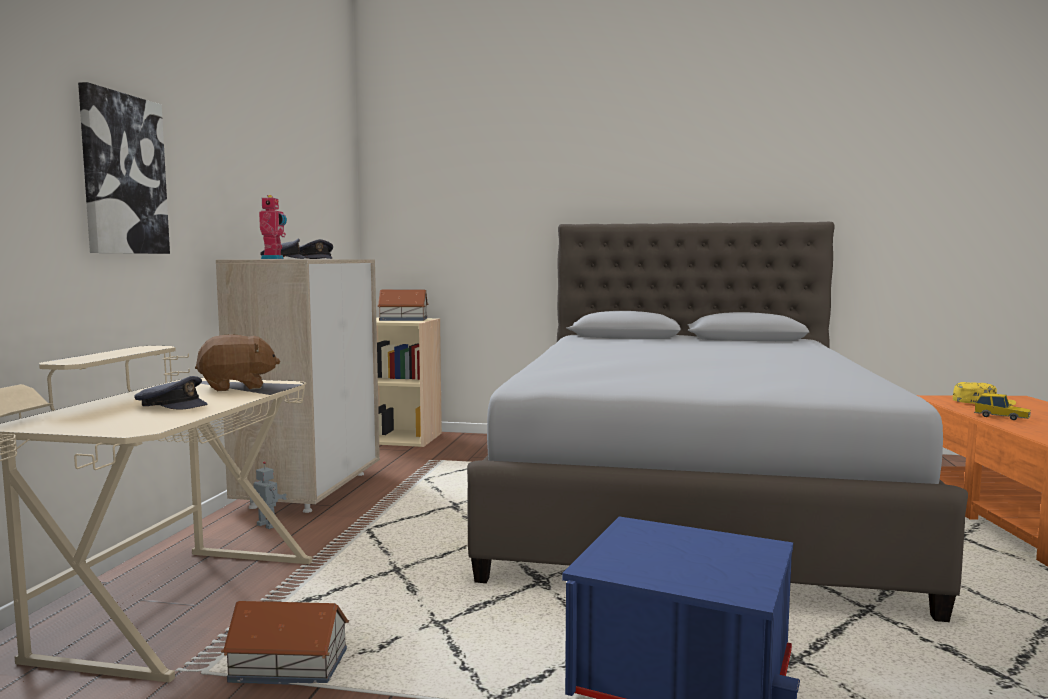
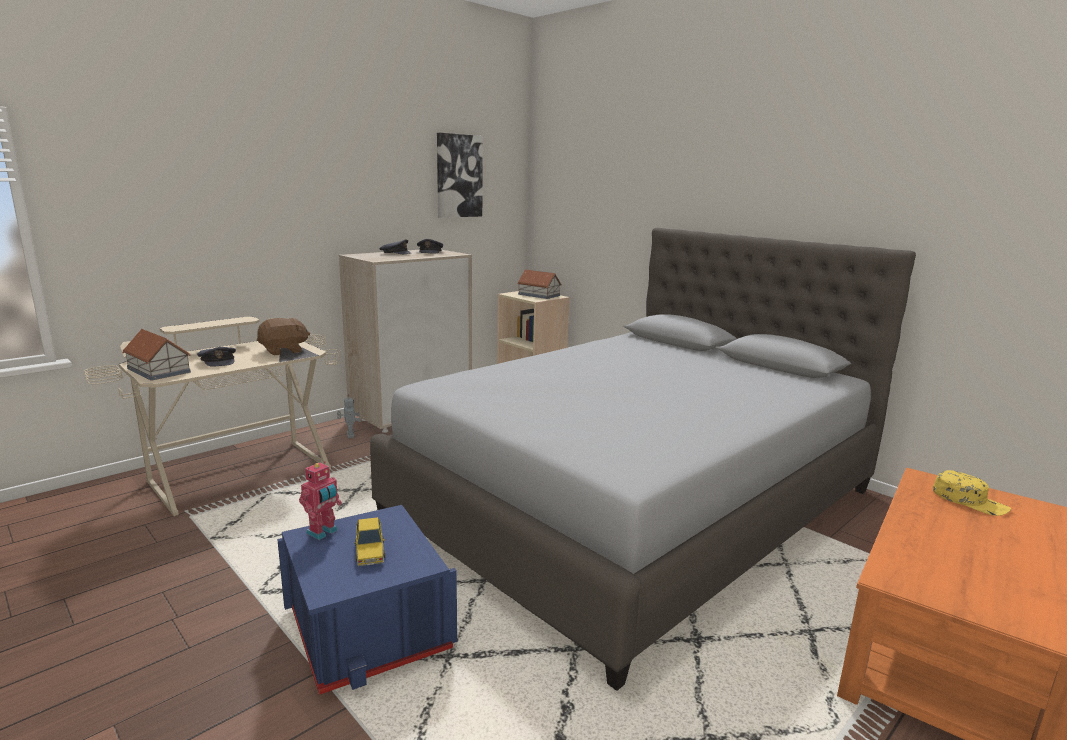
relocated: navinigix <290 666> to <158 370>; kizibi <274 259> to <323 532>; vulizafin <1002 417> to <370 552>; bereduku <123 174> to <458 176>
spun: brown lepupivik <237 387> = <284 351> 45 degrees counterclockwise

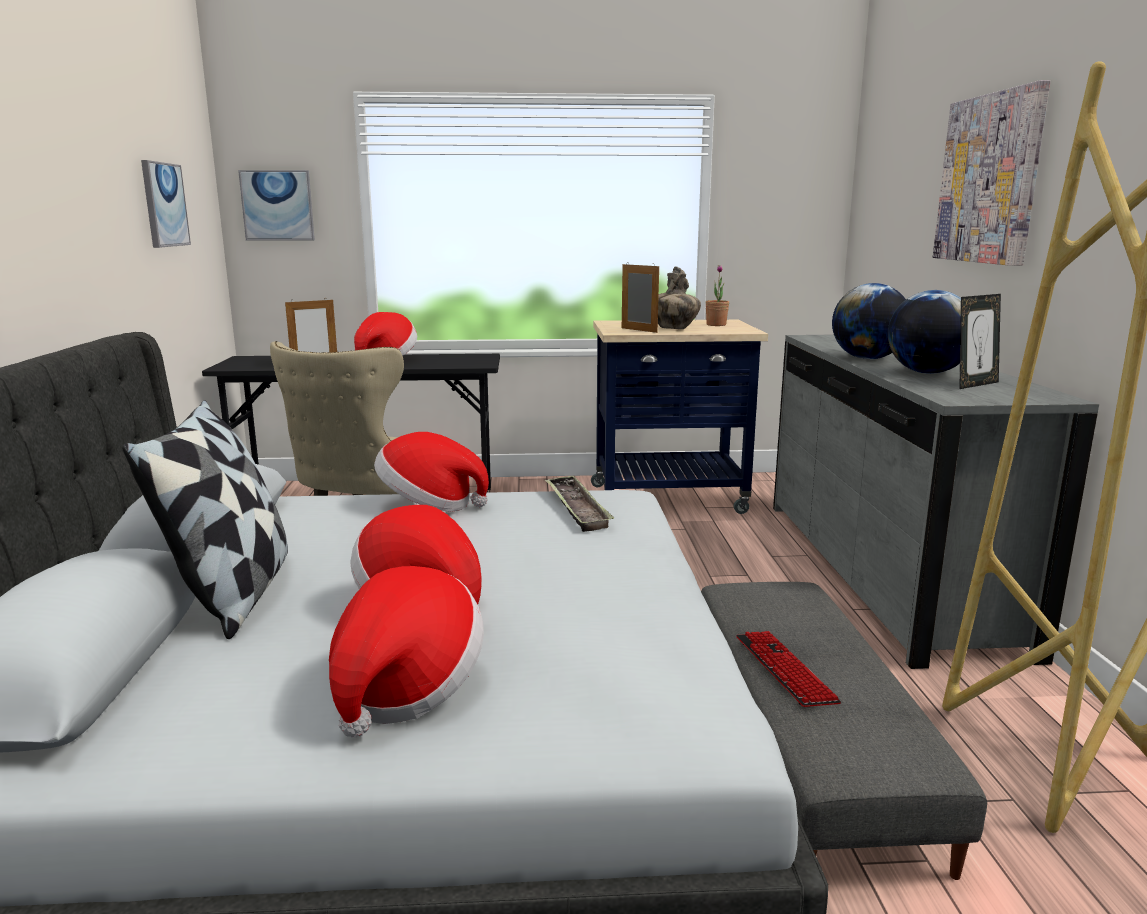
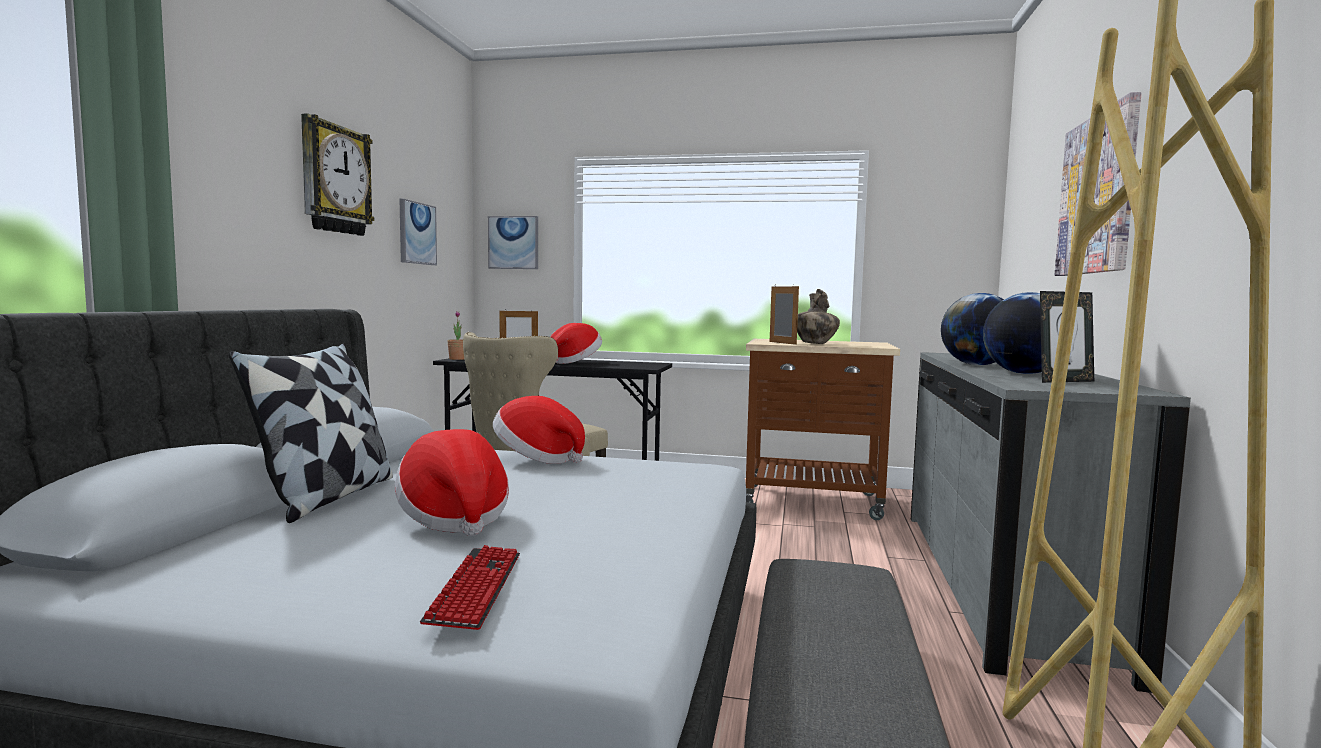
missing: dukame <405 688>; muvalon <577 508>
appeared: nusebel <334 179>
relocated: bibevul <784 670> to <476 588>; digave <716 325> to <457 359>
colour: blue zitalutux <668 499> to brown zitalutux <812 502>

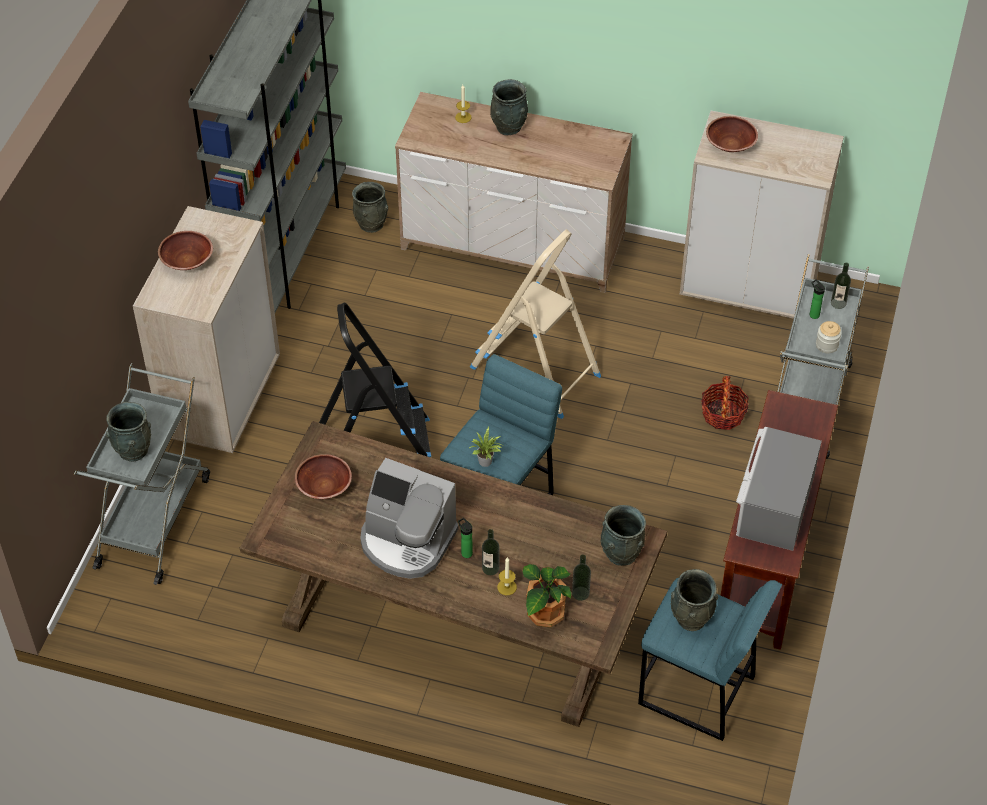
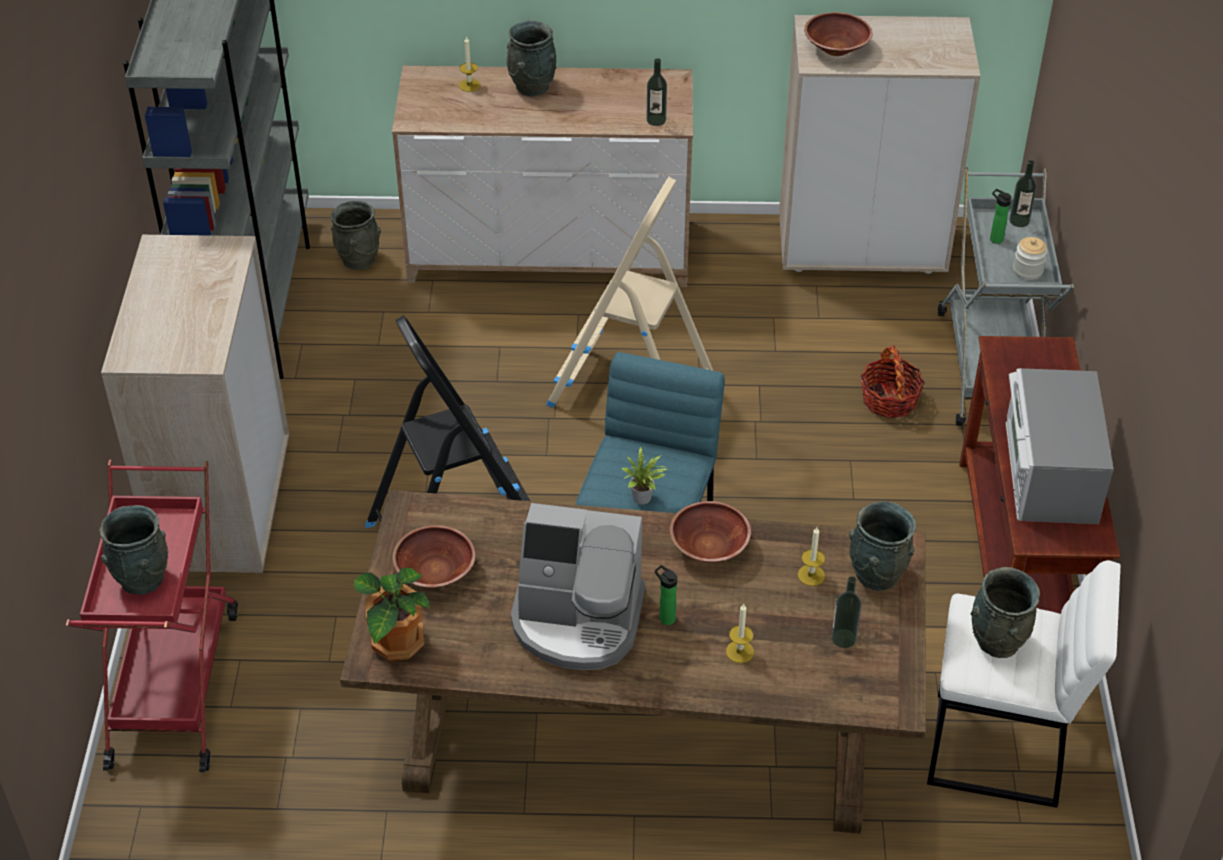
appeared: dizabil <811 575>
relocated: digave <544 614> to <396 643>; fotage <490 568> to <656 120>; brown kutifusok <187 261> to <709 547>
colour: grey zitalutux <155 521> to red zitalutux <176 687>; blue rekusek <699 691> to white rekusek <1000 749>

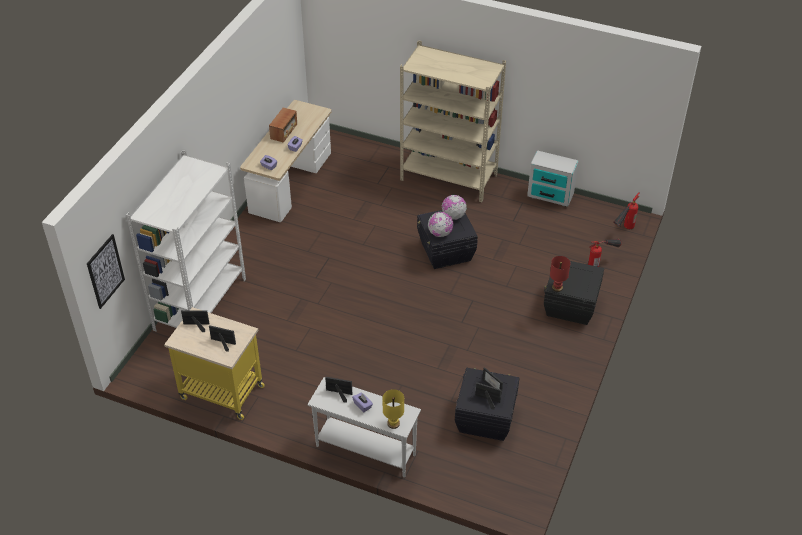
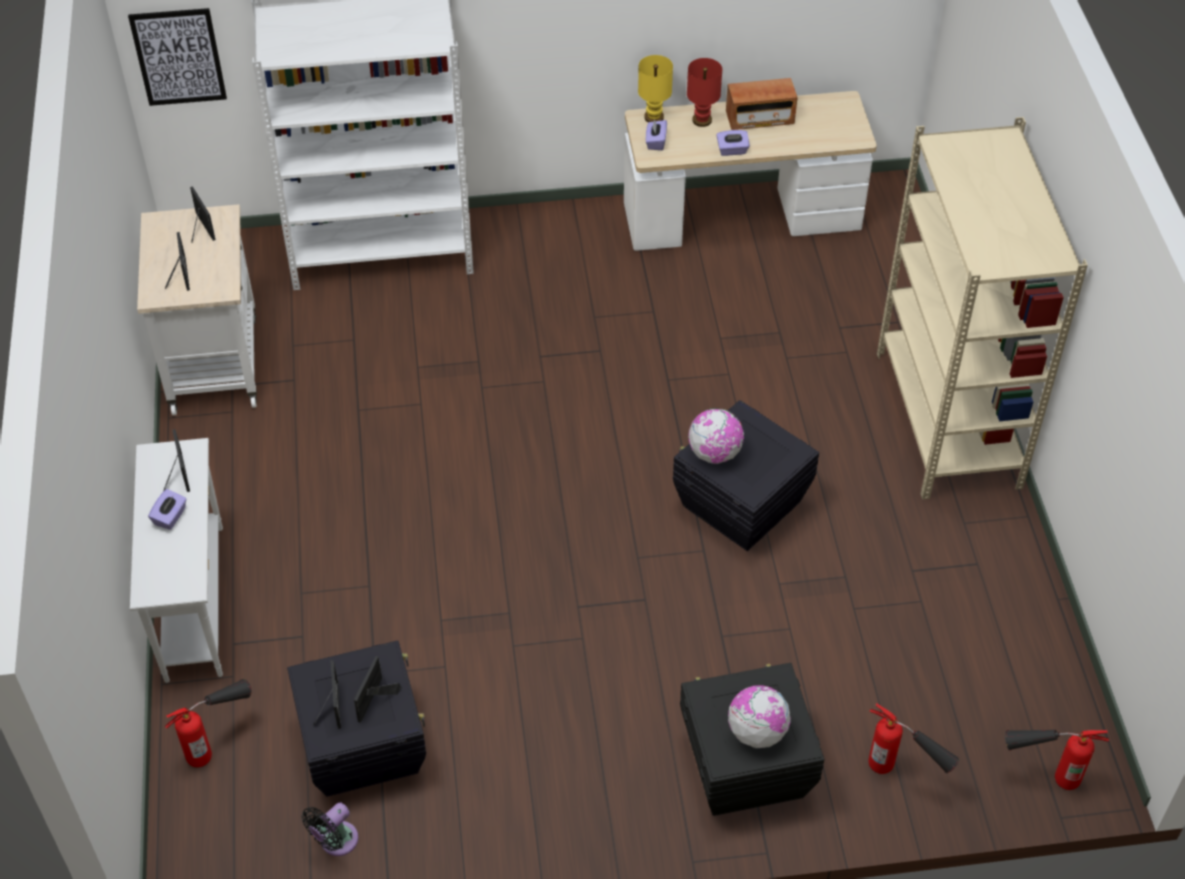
missing: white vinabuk <550 198>
appeared: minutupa <218 741>; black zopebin <335 842>
relocated: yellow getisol <393 423> to <654 117>; red getisol <557 287> to <701 120>; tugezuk <453 216> to <757 732>
colour: yellow zitalutux <221 392> to white zitalutux <214 364>

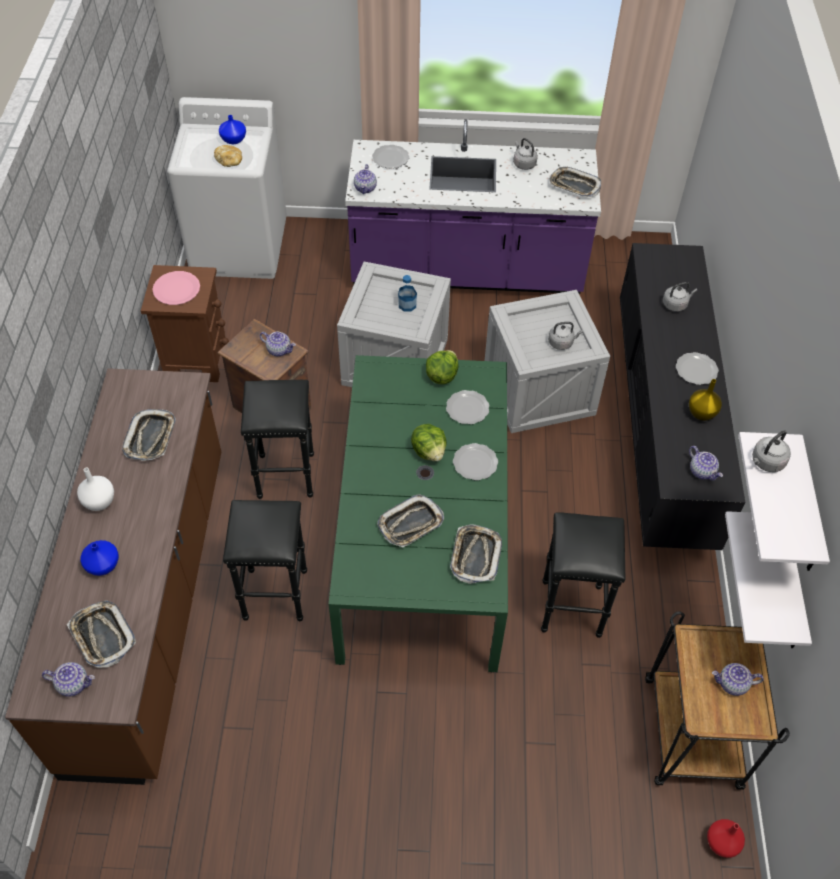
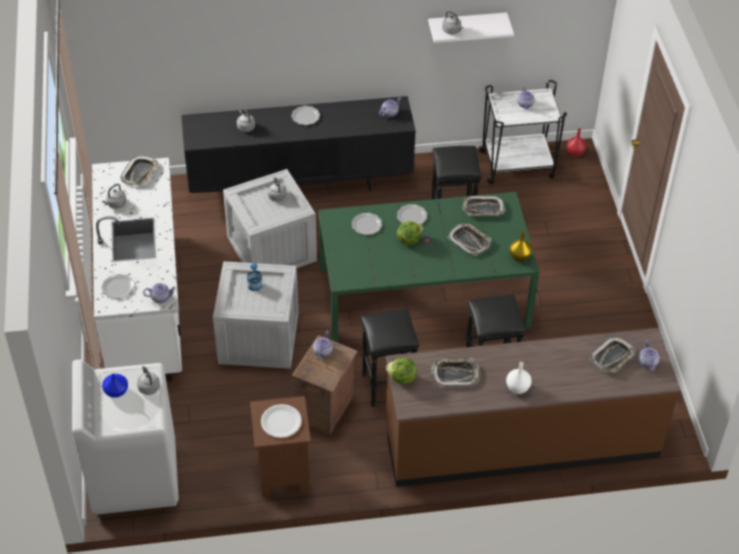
missing: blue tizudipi <102 565>; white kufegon <791 588>
relocated: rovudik <441 376> to <402 378>; yellow tizudipi <701 413> to <519 257>
exchanged: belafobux <229 161> to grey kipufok <148 387>
colour: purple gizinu <467 270> to white gizinu <145 305>; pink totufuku <176 289> to white totufuku <281 422>; brown zitalutux <691 734> to white zitalutux <518 164>

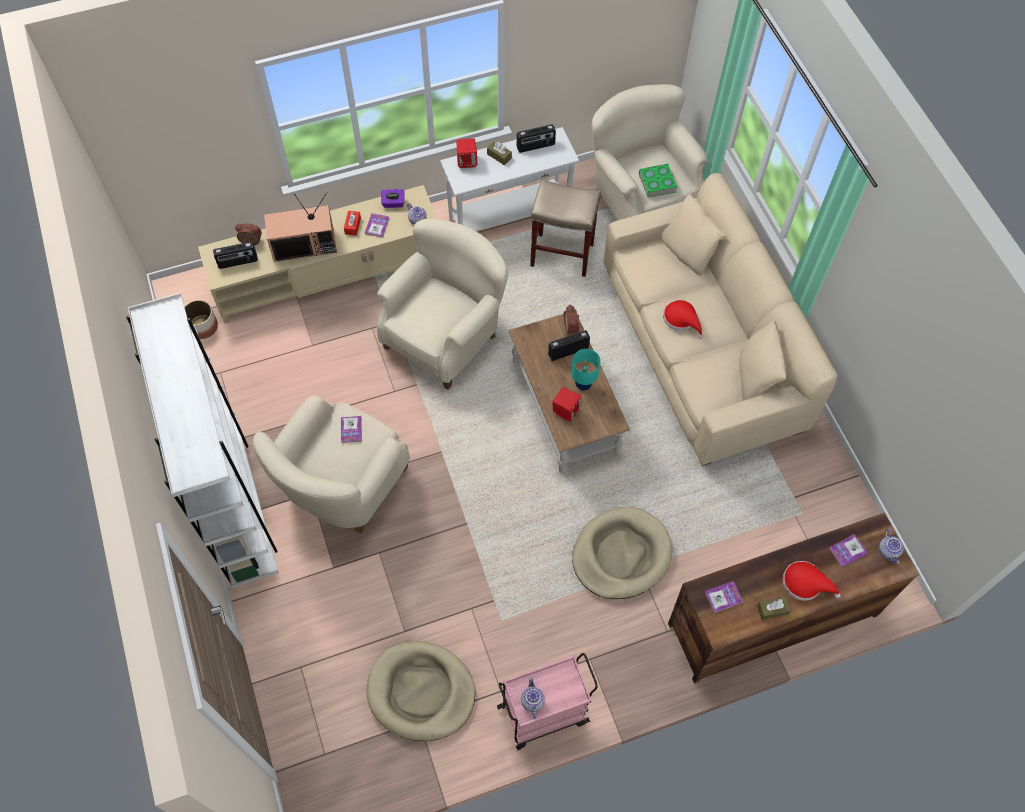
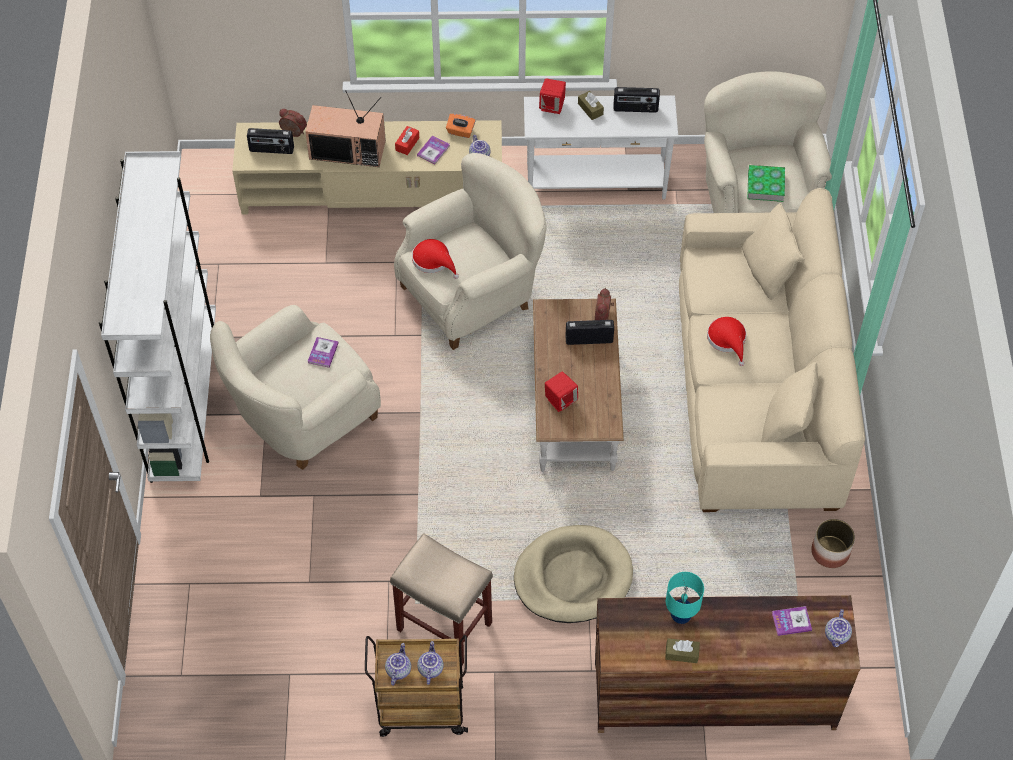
missing: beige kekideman <421 692>; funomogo <723 597>
appeared: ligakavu <430 668>
relocated: beige rekusek <561 255> to <443 626>; red dukame <805 583> to <434 261>; turquoise getisol <583 385> to <681 617>; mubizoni <203 327> to <830 552>
colour: pink zitalutux <542 715> to brown zitalutux <420 711>; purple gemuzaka <393 203> to orange gemuzaka <460 131>

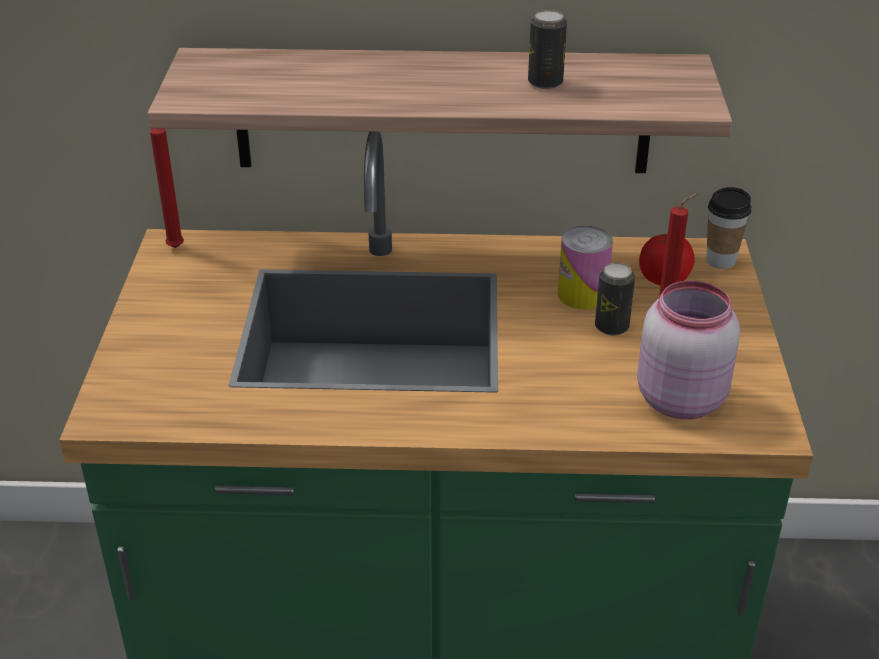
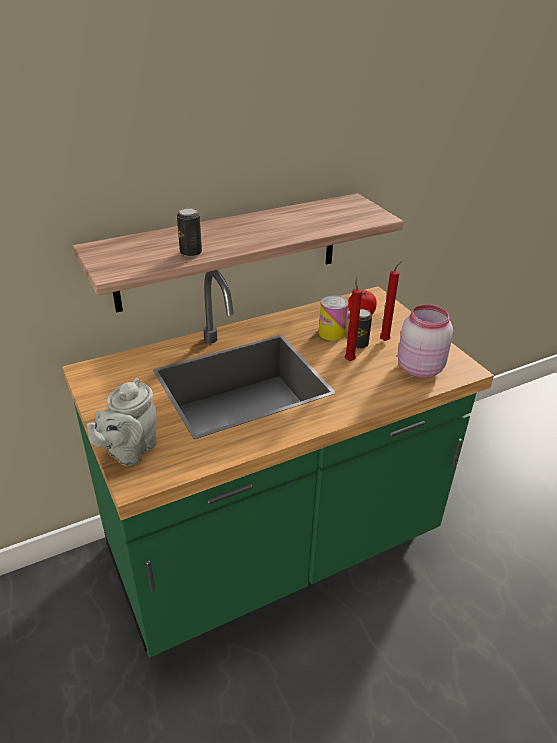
missing: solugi <720 260>
appeared: grey ligakavu <129 450>
relocated: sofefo <545 82> to <191 252>; red dizabil <177 246> to <349 360>

